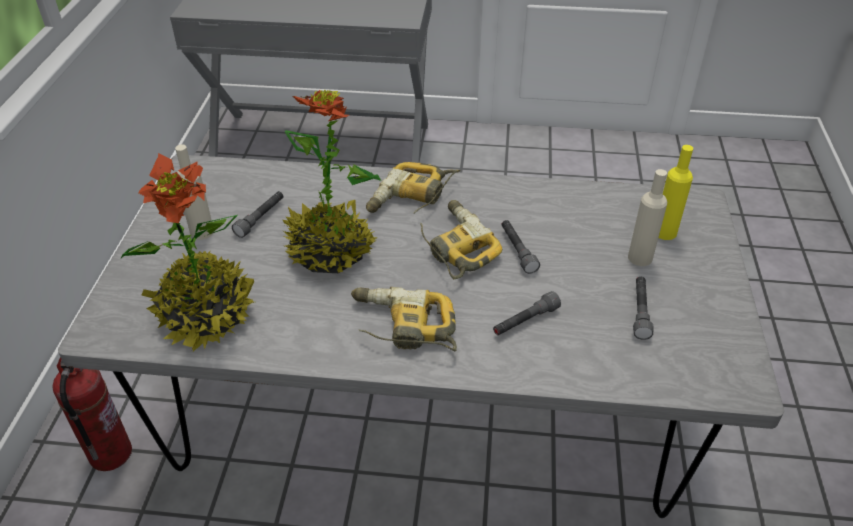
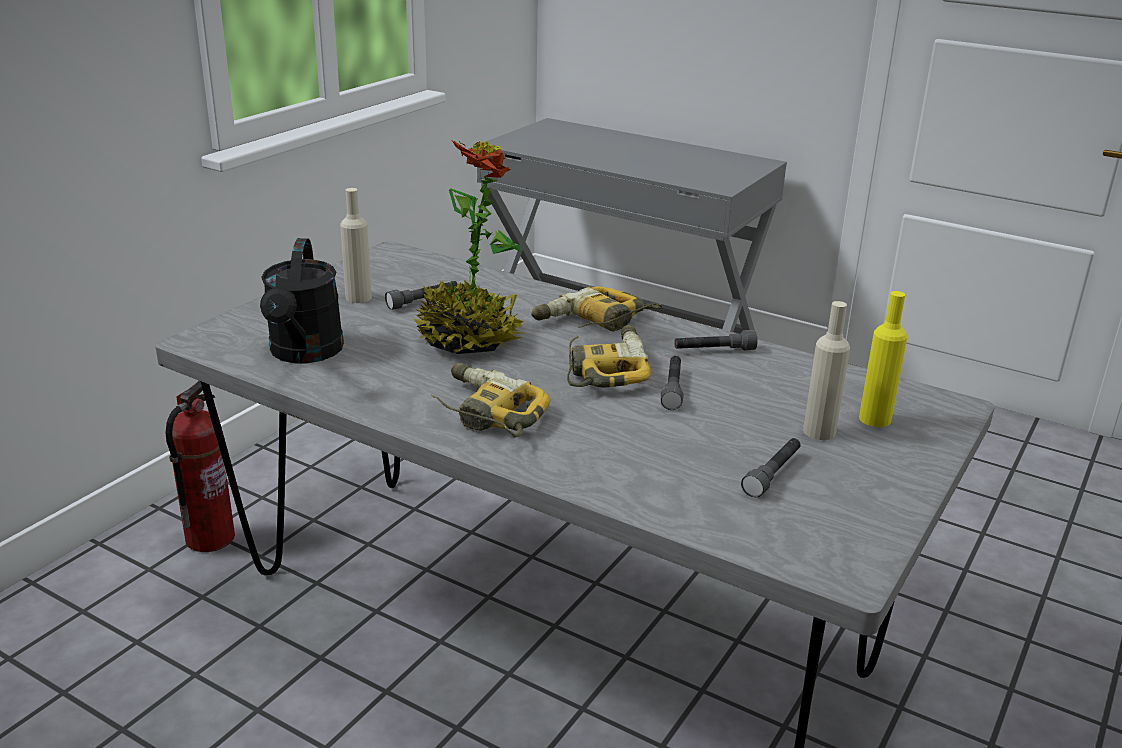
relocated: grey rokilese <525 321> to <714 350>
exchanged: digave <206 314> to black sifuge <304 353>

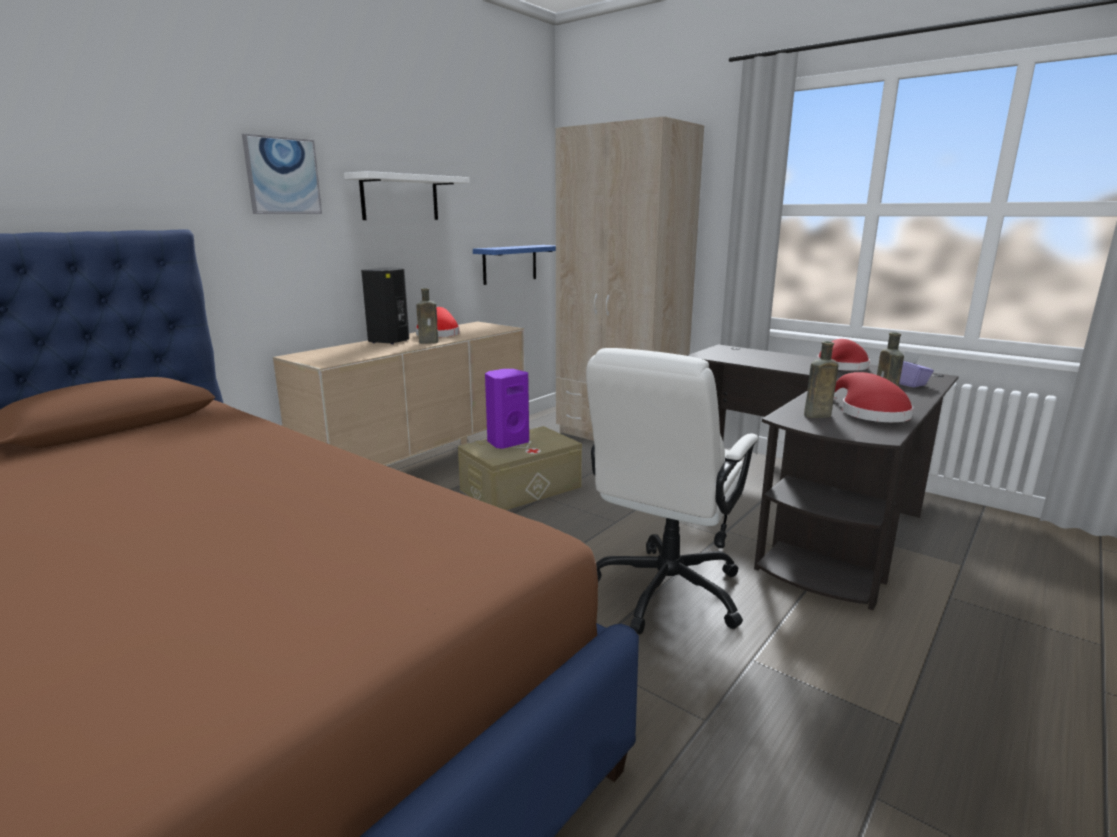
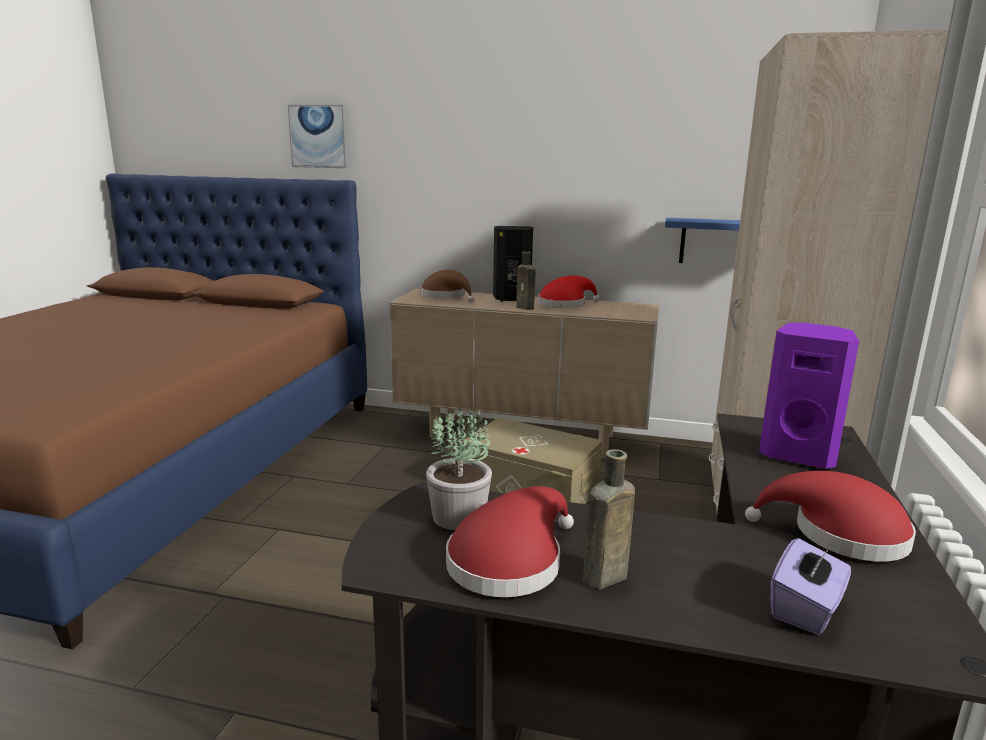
missing: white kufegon <400 198>; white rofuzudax <664 596>
appeared: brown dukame <446 296>
relocated: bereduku <282 176> to <318 136>; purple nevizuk <507 442> to <798 454>
exchanged: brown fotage <815 415> to digave <460 516>

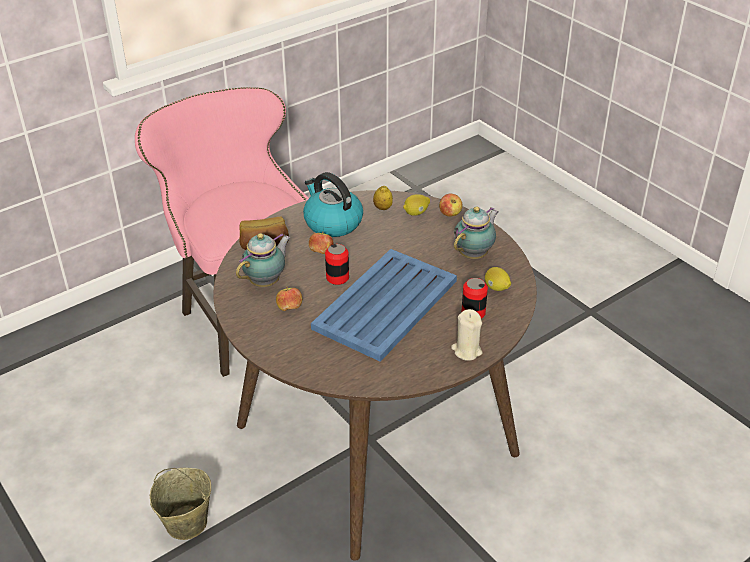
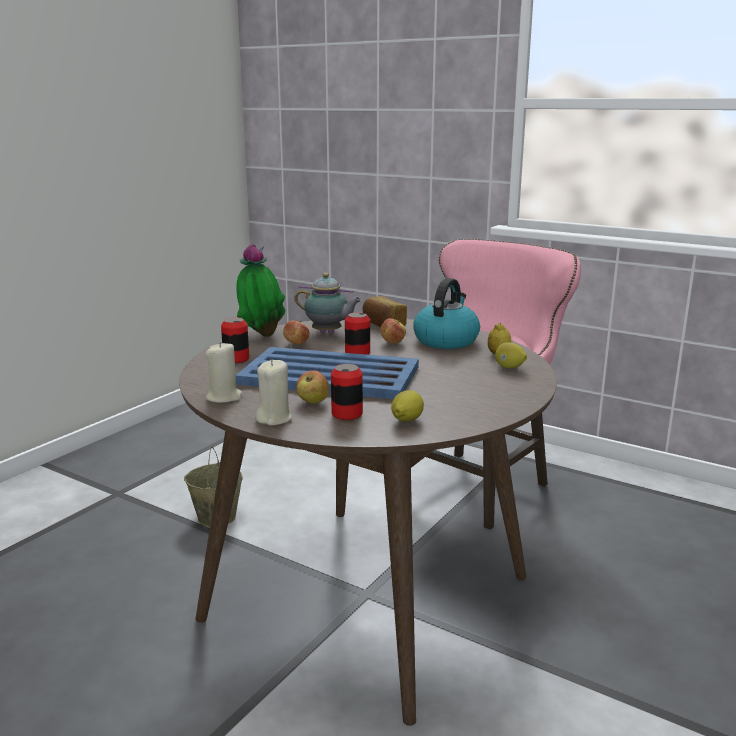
missing: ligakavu <474 254>
appeared: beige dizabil <224 397>; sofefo <236 359>; digave <261 335>
relocated: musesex <450 214> to <313 402>

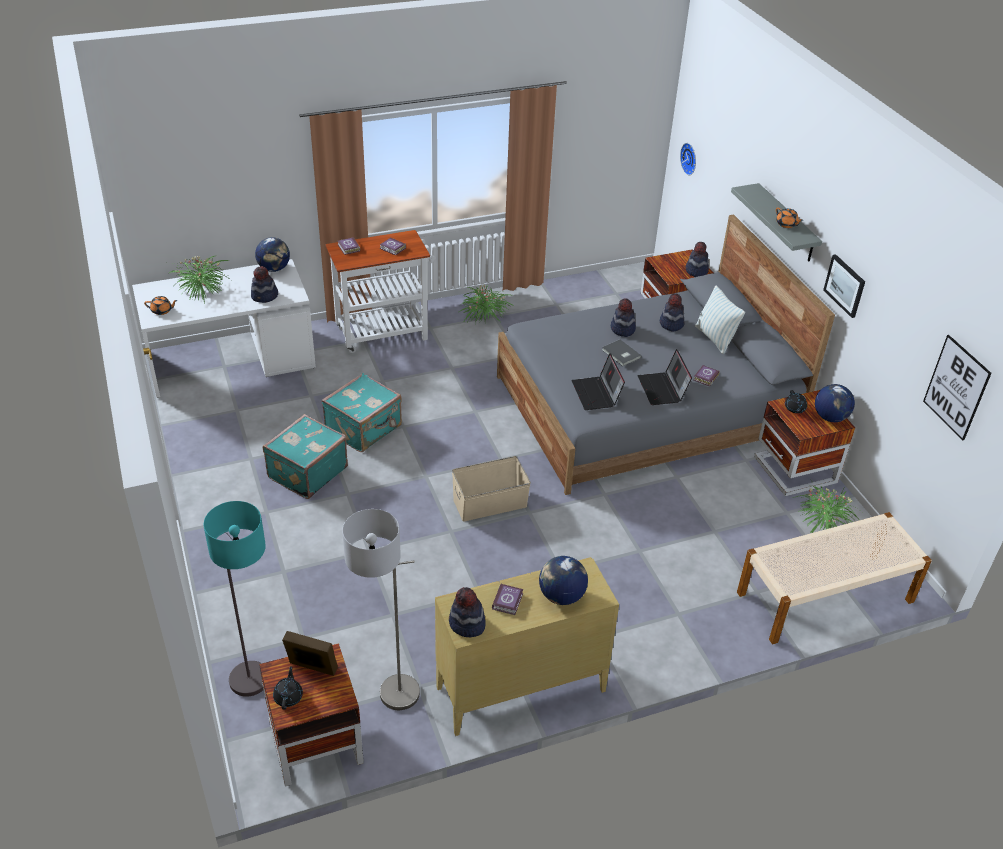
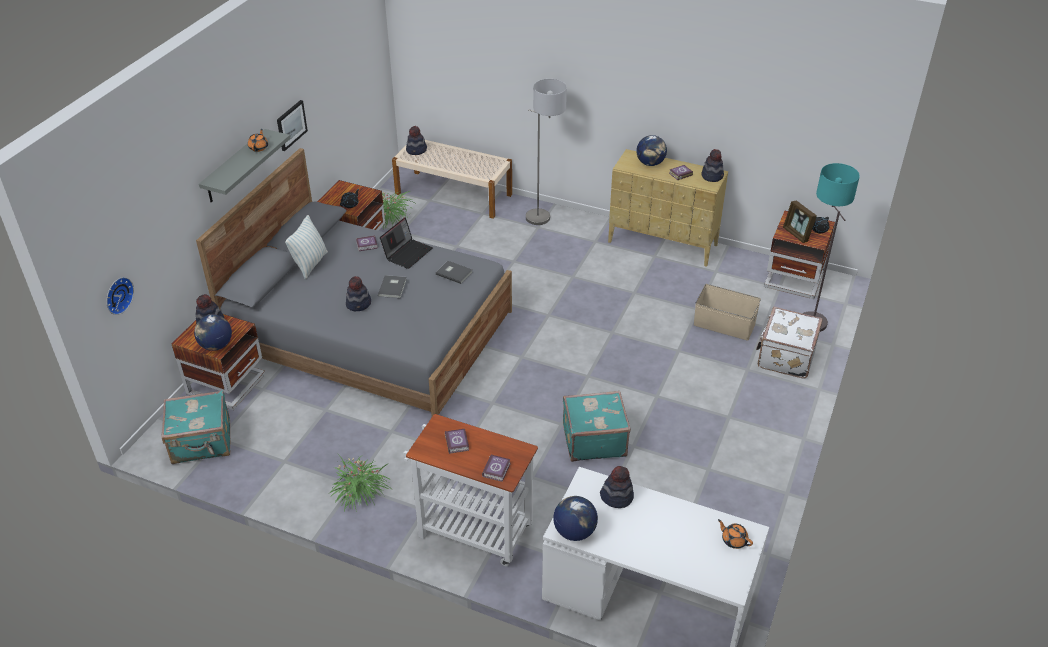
missing: digave <202 289>; bereduku <956 387>
appeared: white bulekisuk <785 357>
relocated: turquoise bulekisuk <306 472> to <202 443>; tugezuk <830 417> to <216 346>; dukame <671 324> to <416 150>; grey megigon <387 695> to <544 220>; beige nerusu <489 503> to <724 325>
exchanged: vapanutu <597 394> to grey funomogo <454 272>

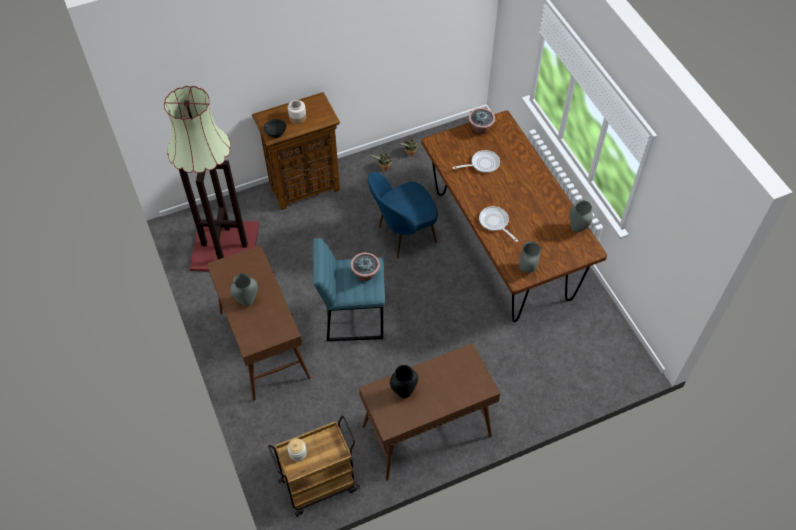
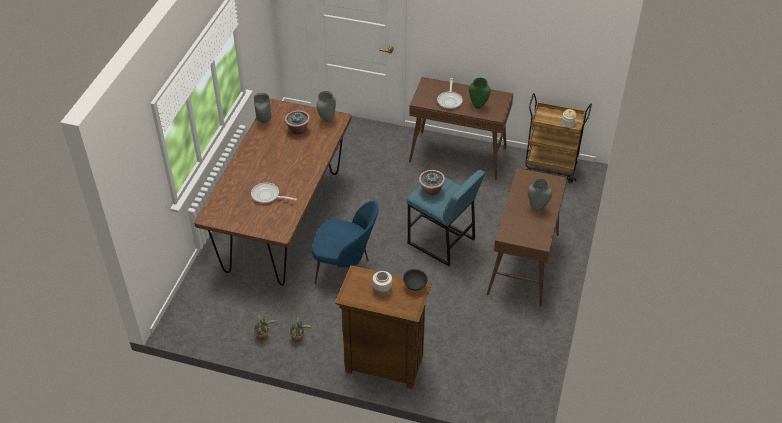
missing: megigon <224 245>
relocated: digave <480 128> to <298 130>; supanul <495 223> to <450 100>
colour: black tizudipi <403 391> to green tizudipi <478 106>

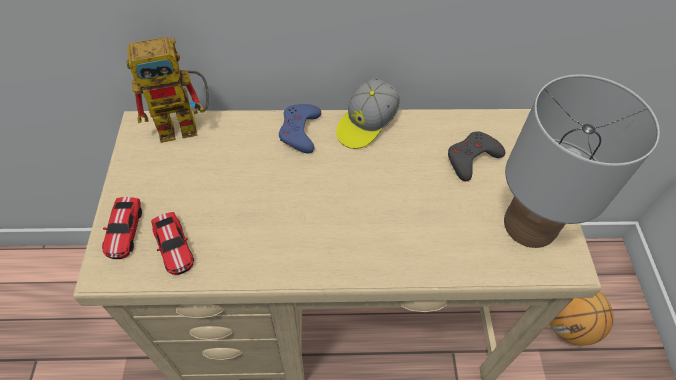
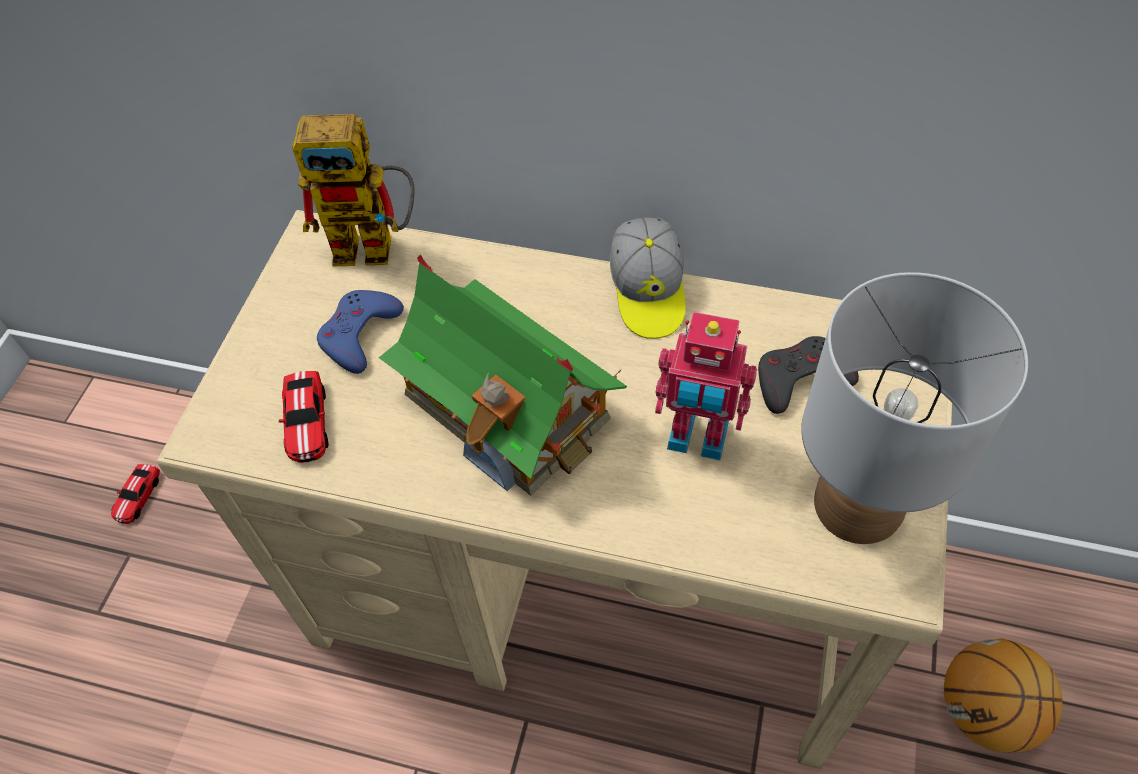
appeared: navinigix <507 407>; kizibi <697 438>
relocated: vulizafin <125 230> to <138 496>; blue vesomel <300 131> to <359 334>
spun: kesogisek <366 124> = <648 292> 60 degrees counterclockwise

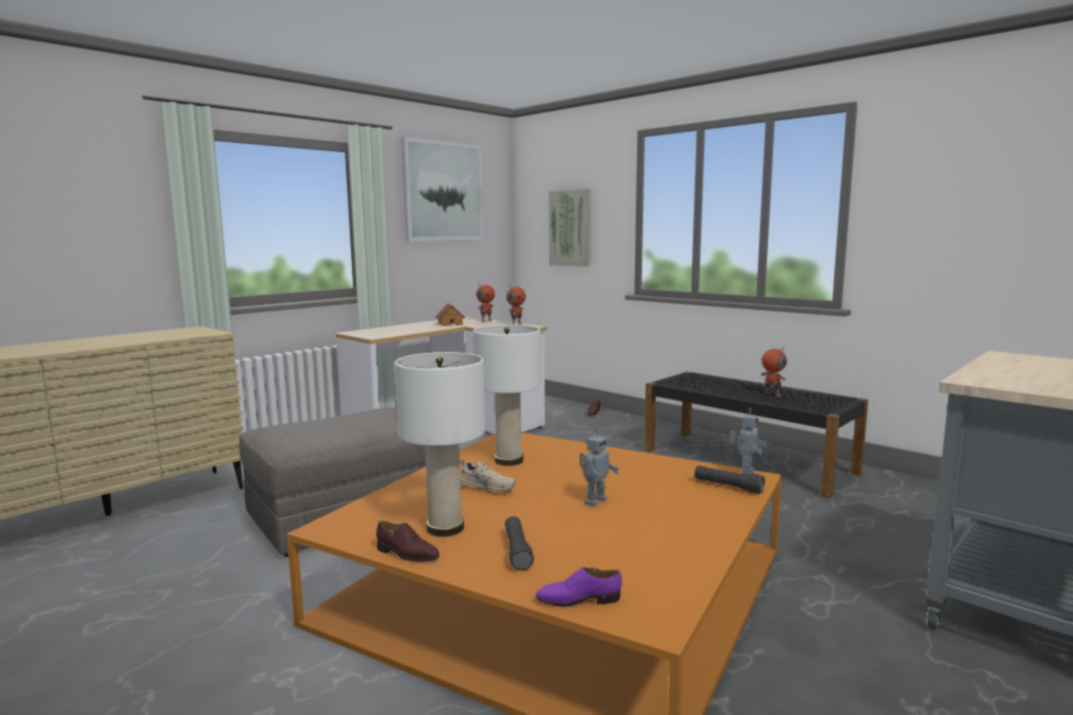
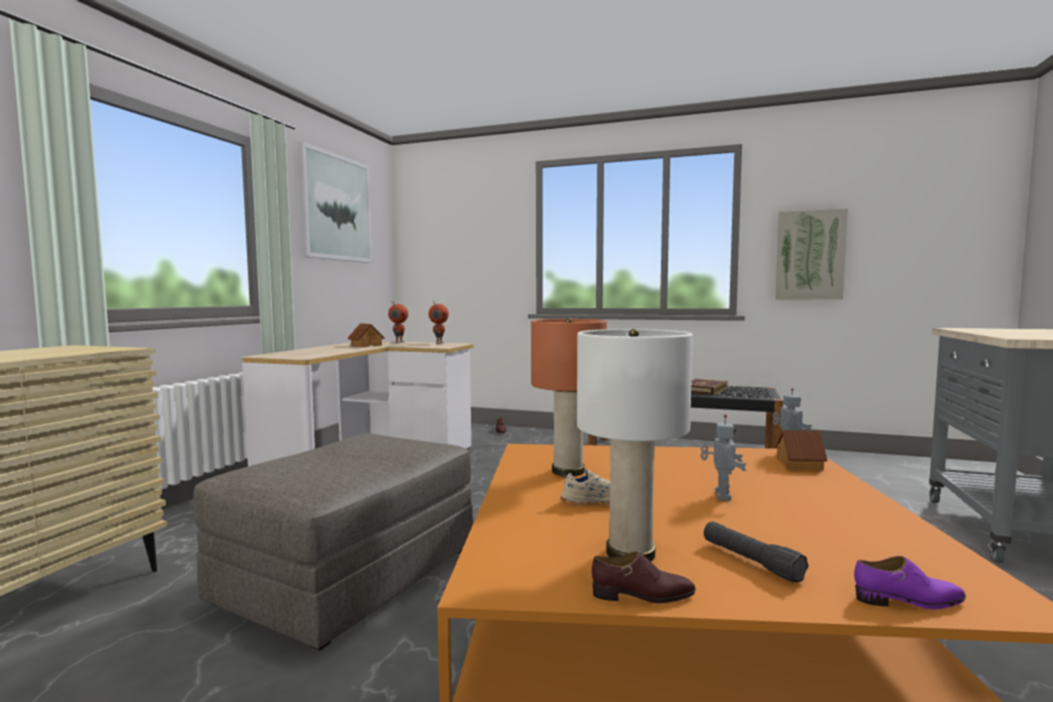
relocated: bereduku <570 228> to <809 255>
exchanged: kizibi <771 394> to funomogo <704 390>; black rokilese <728 487> to navinigix <798 464>
colour: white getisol <508 460> to orange getisol <567 471>
spun: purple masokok <578 600> = <909 600> 150 degrees counterclockwise

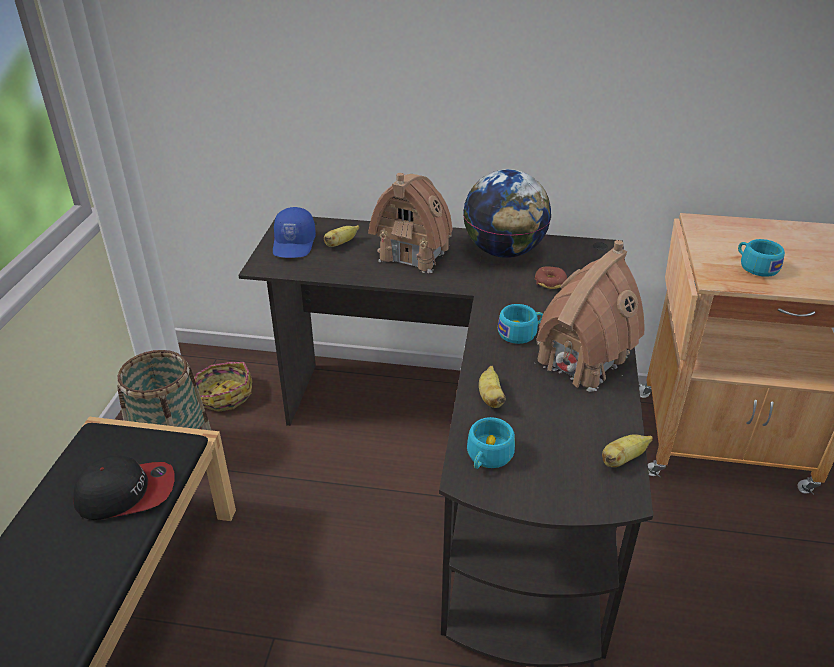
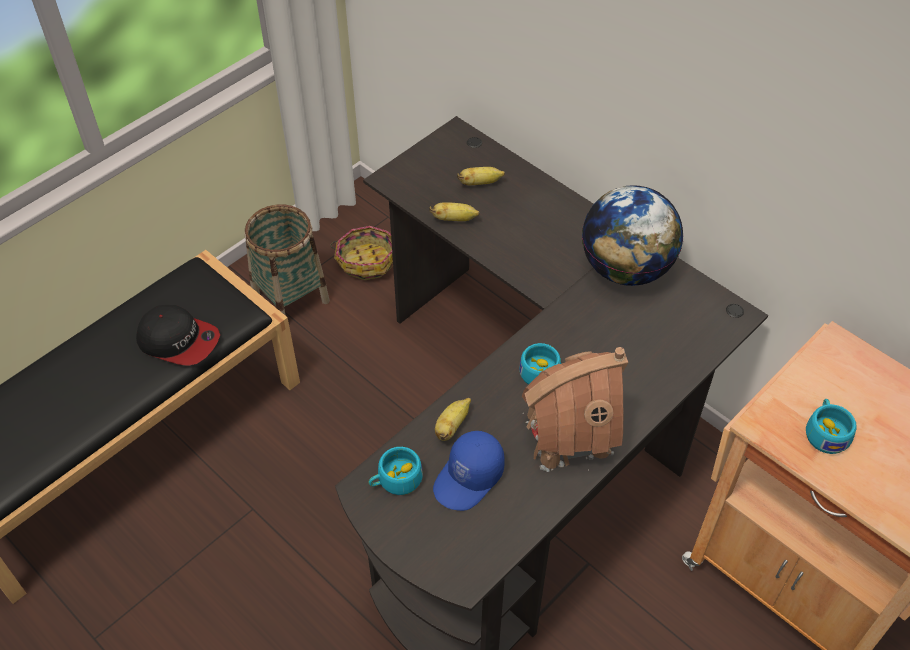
missing: navinigix <414 254>; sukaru <550 282>
relocated: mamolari <623 459> to <454 219>; blue kesogisek <294 244> to <469 478>

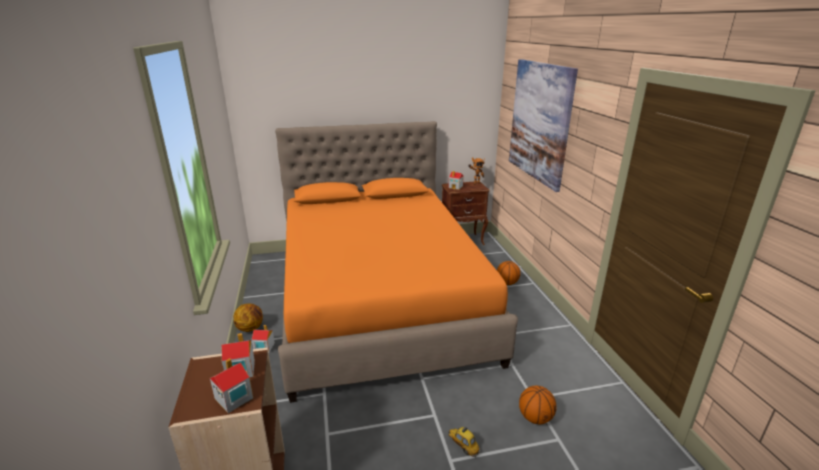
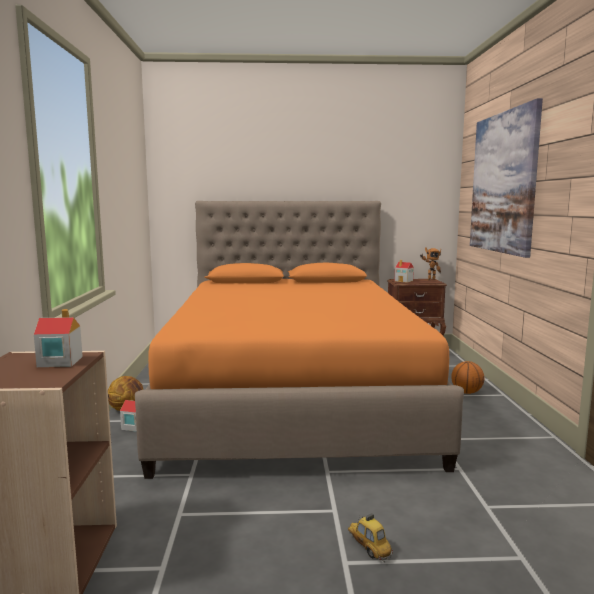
missing: navinigix <233 398>; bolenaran <535 418>

